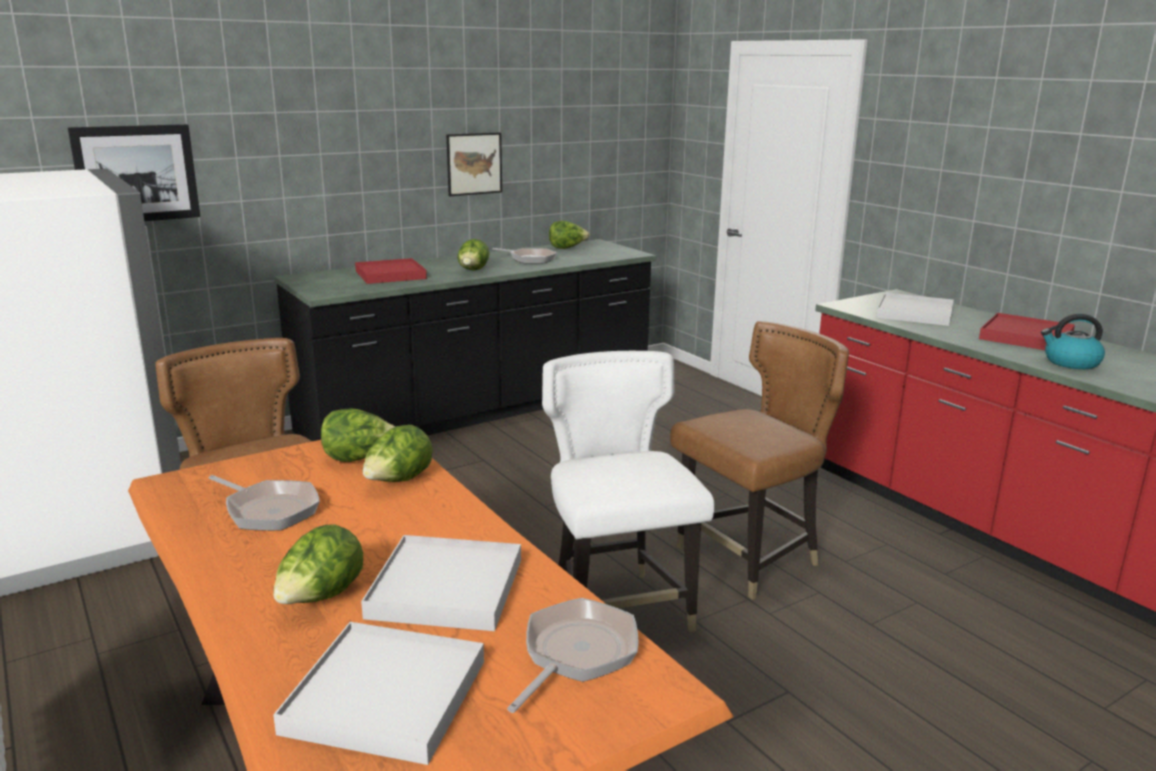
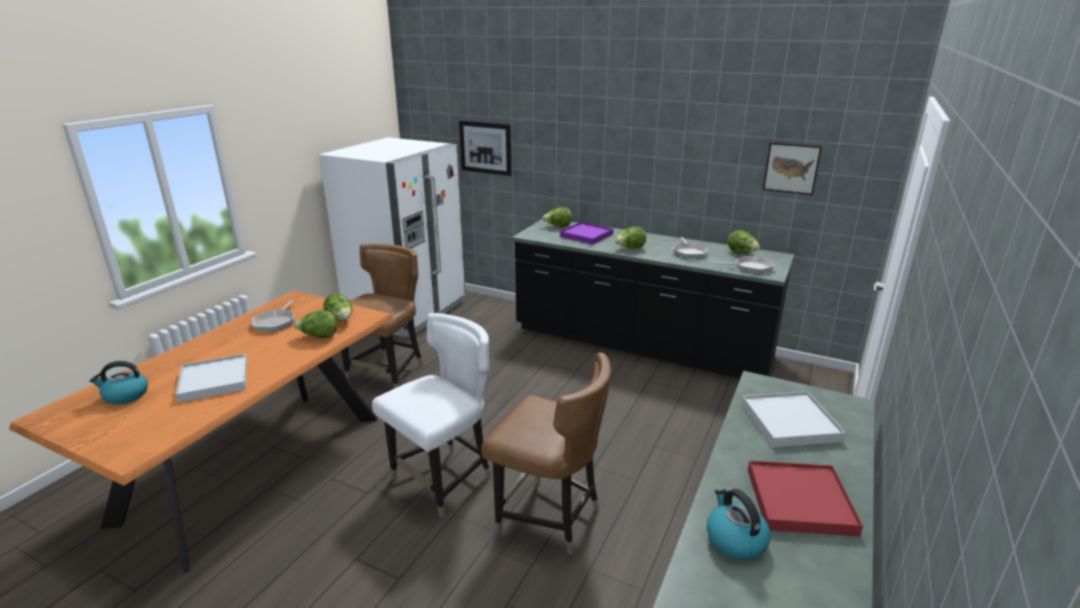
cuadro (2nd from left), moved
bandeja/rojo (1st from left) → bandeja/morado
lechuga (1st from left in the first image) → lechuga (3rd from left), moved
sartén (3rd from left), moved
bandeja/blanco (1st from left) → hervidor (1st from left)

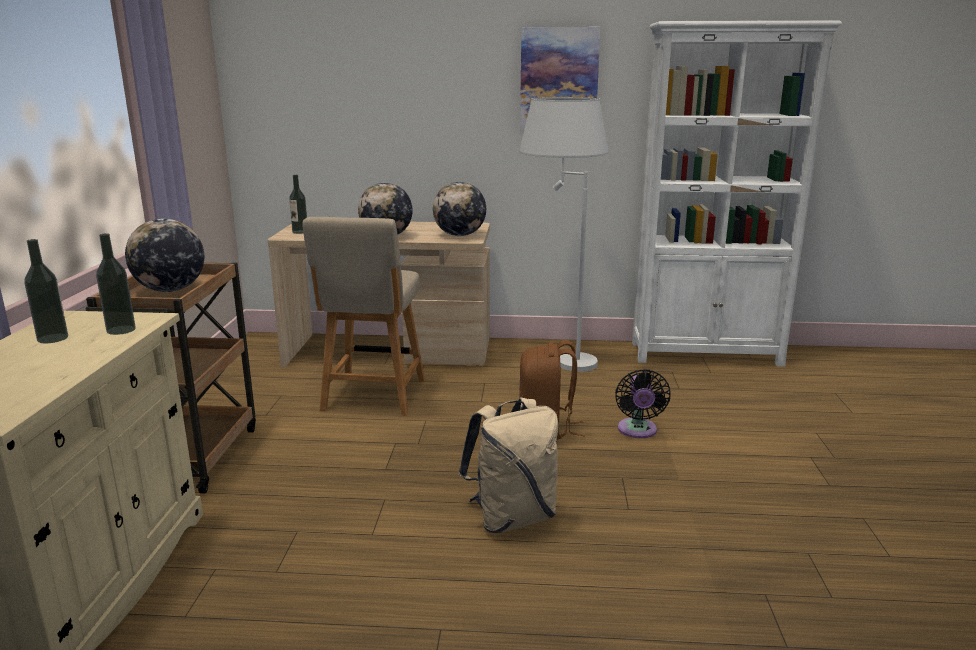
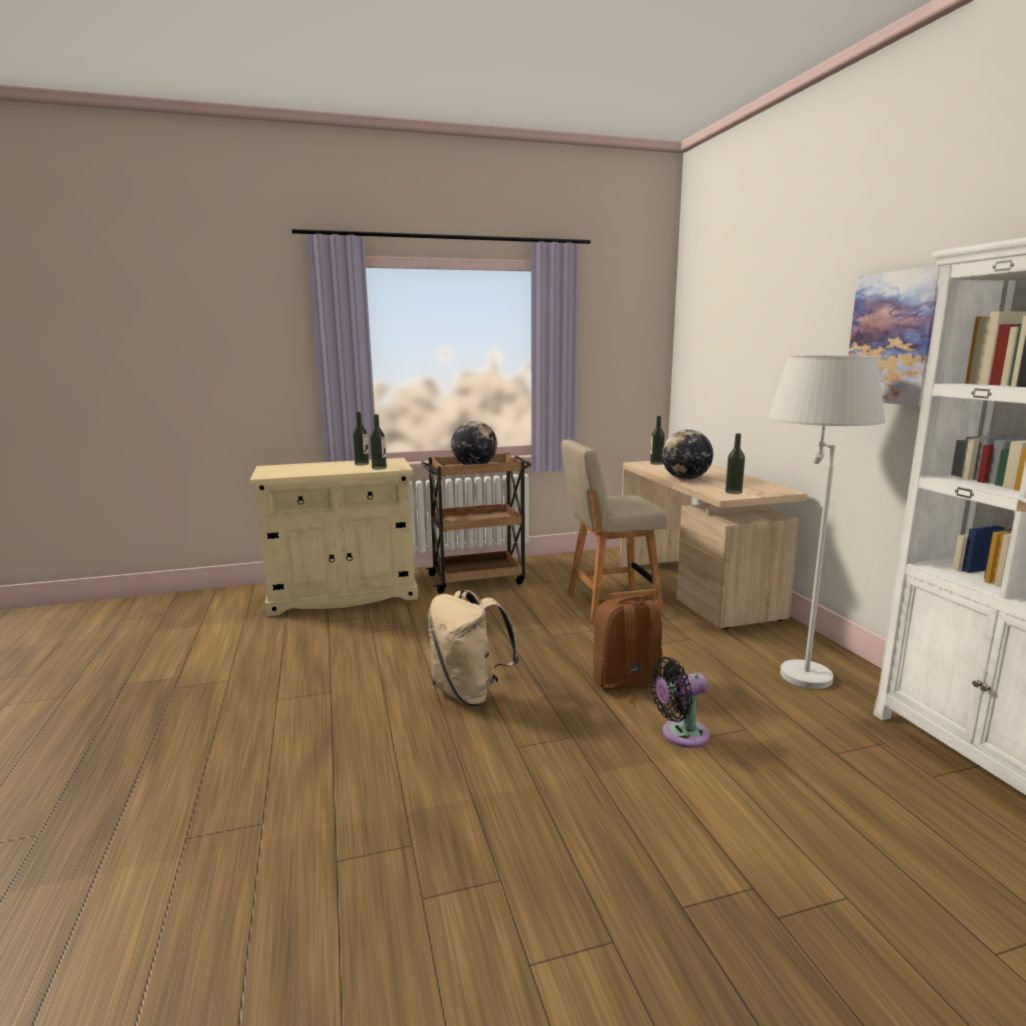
globo terráqueo (3rd from left) → botella (4th from left)

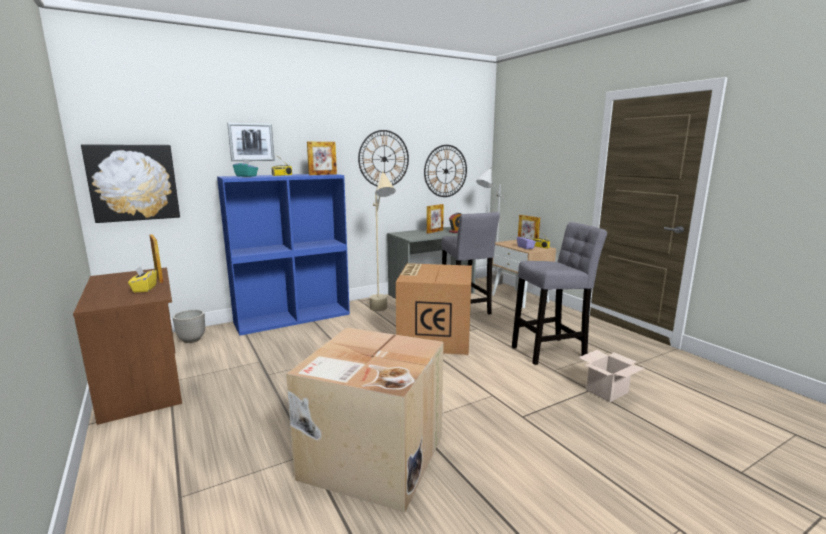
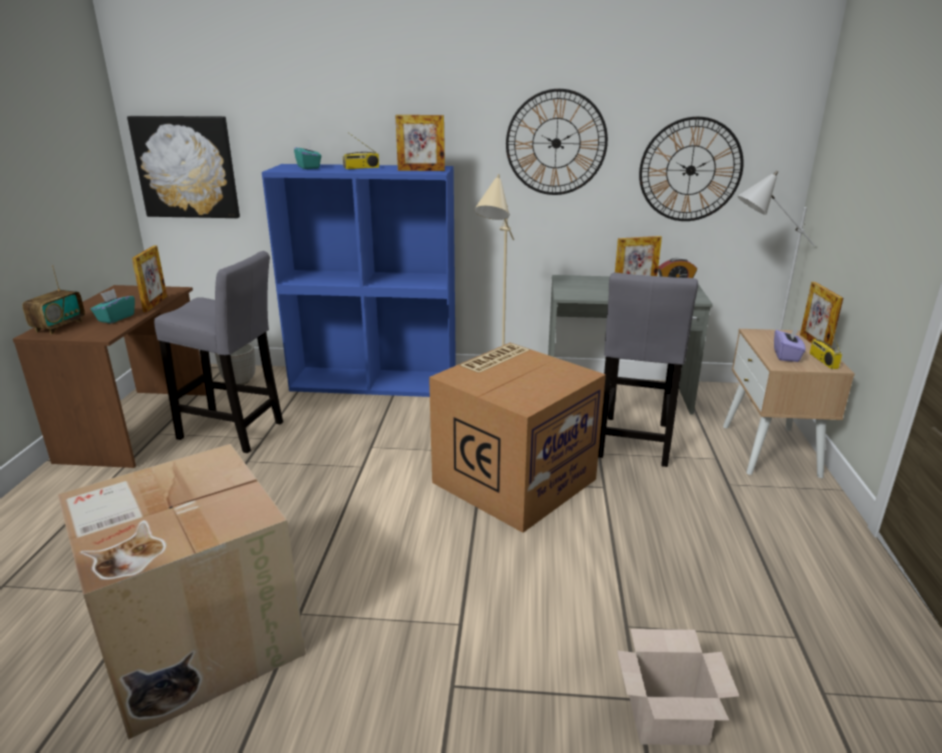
cuadro (2nd from left) → -
taburete/gris (2nd from left in the first image) → taburete/gris (1st from left), moved
caja de pañuelos/amarillo → caja de pañuelos/turquesa (1st from left)
- → radio (1st from left)

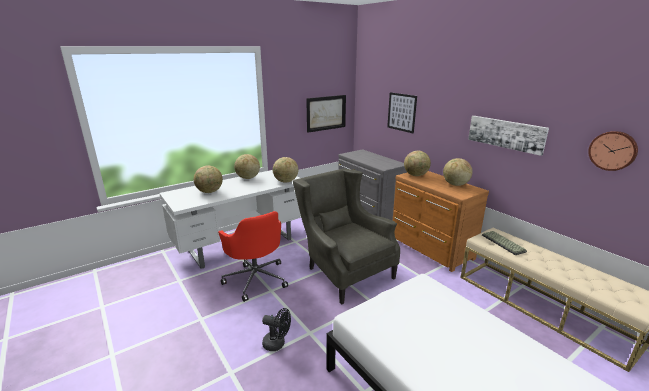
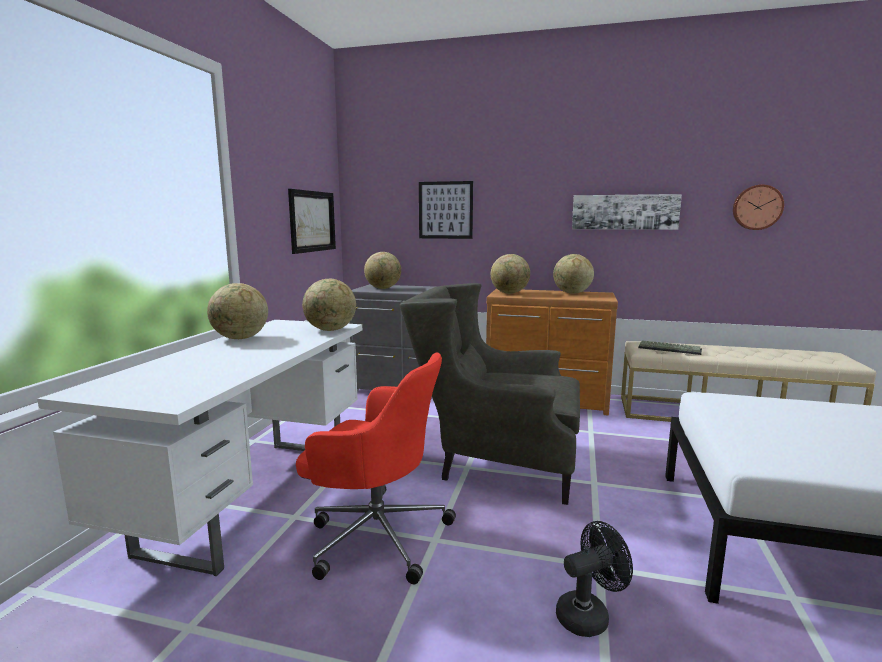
globo terráqueo (1st from left in the first image) → globo terráqueo (3rd from left), moved

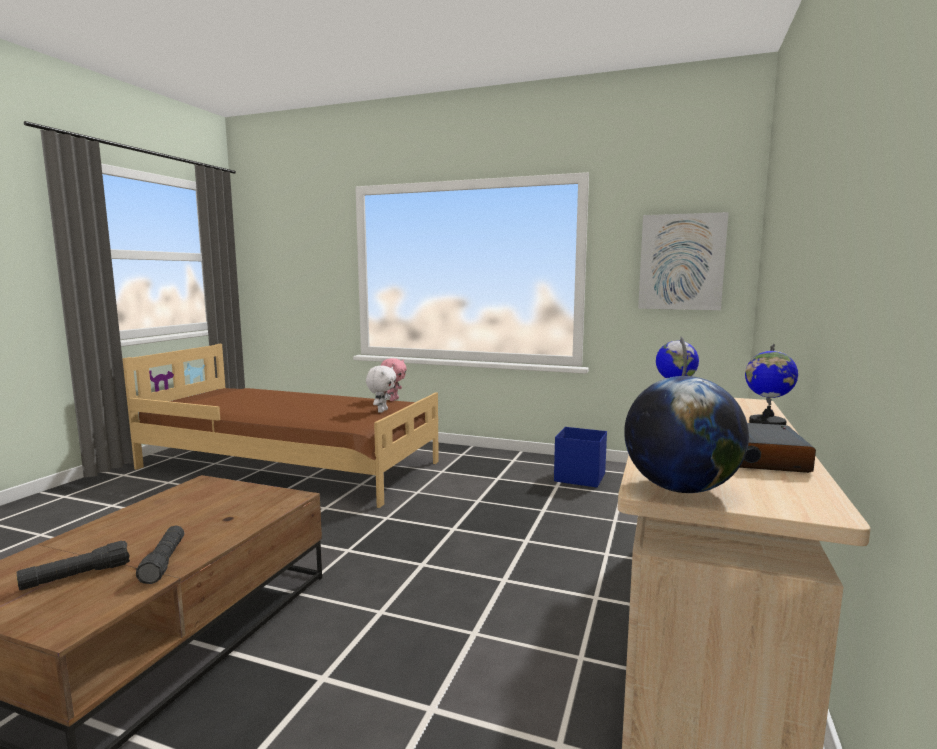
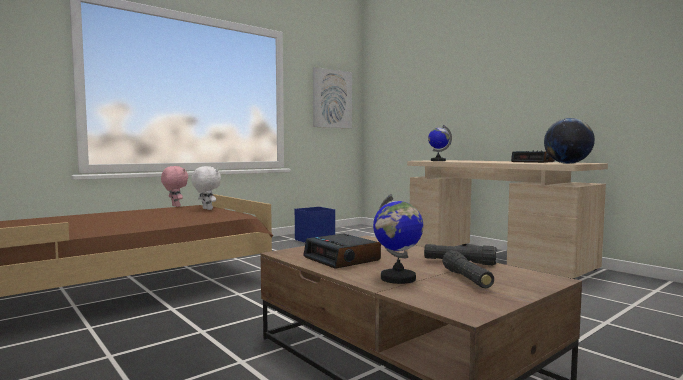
globo terráqueo (3rd from left in the first image) → globo terráqueo (1st from left), moved
- → despertador (1st from left)

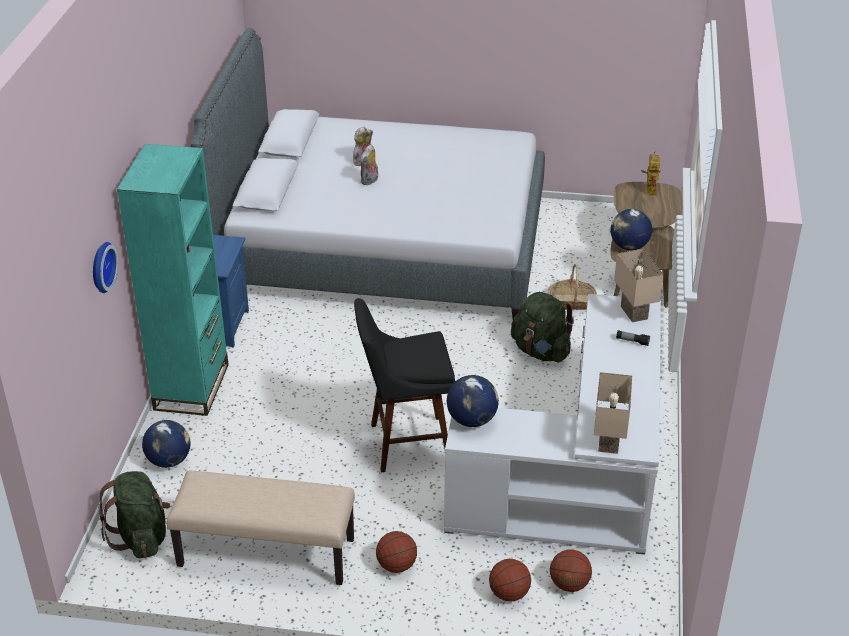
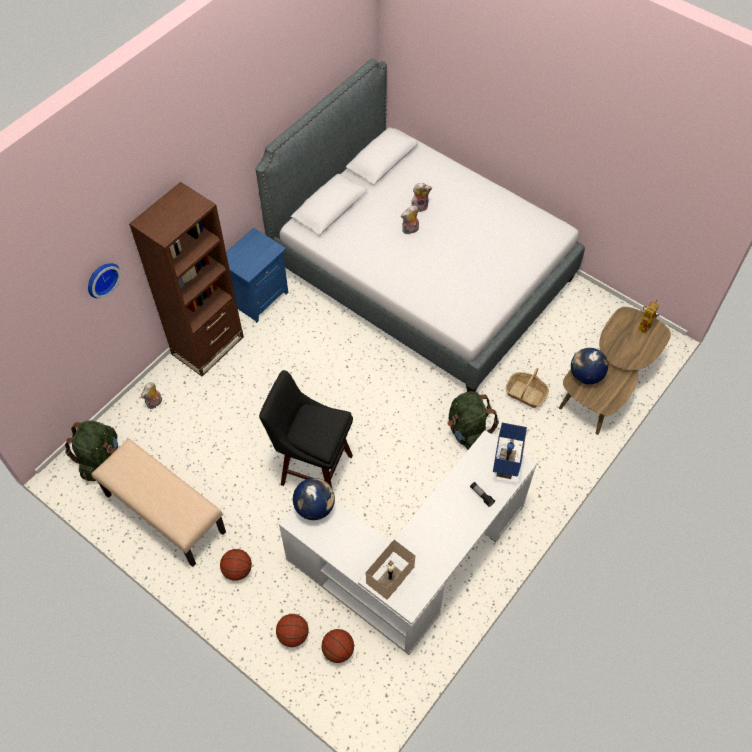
estantería/turquesa → estantería/marrón
lámpara de mesa/beis (2nd from left) → lámpara de mesa/azul
globo terráqueo (1st from left) → peluche (1st from left)

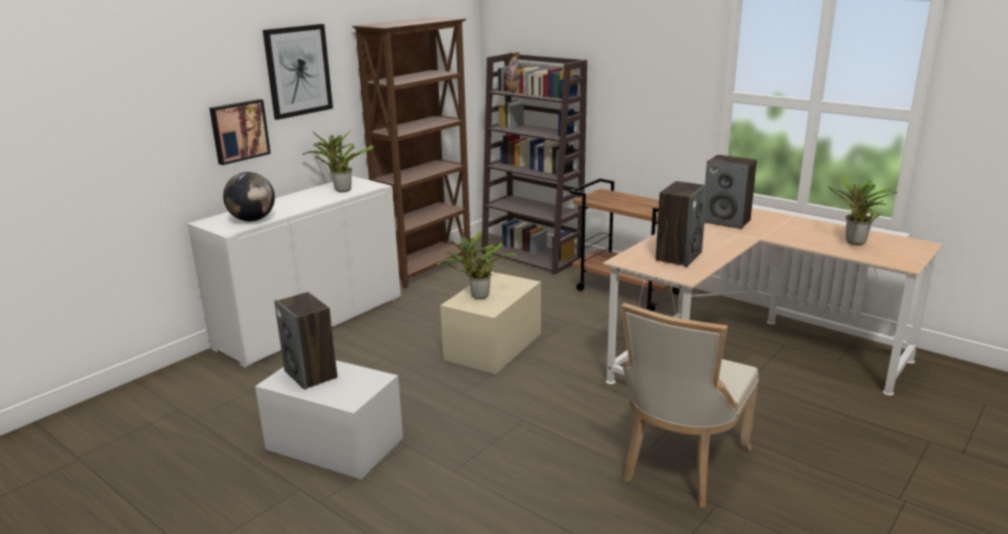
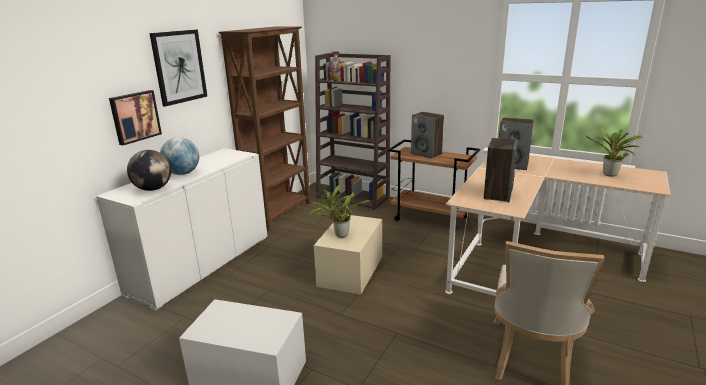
planta en maceta (1st from left) → -
altavoz (1st from left), moved
- → globo terráqueo (2nd from left)

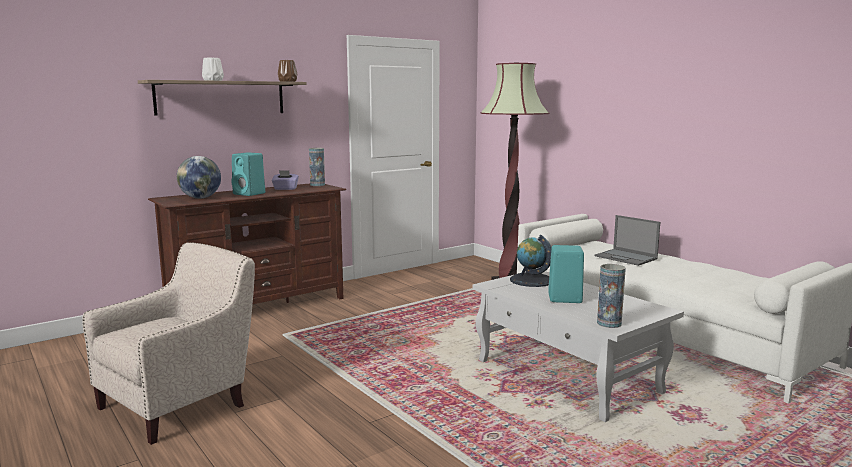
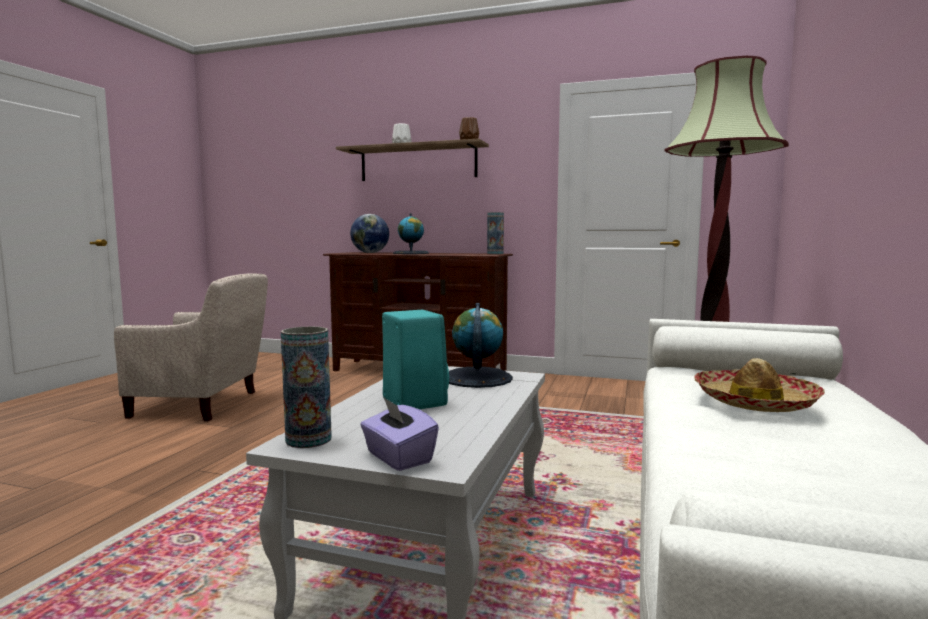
altavoz/turquesa (1st from left) → globo terráqueo (2nd from left)
caja de pañuelos/morado, moved
portátil → sombrero

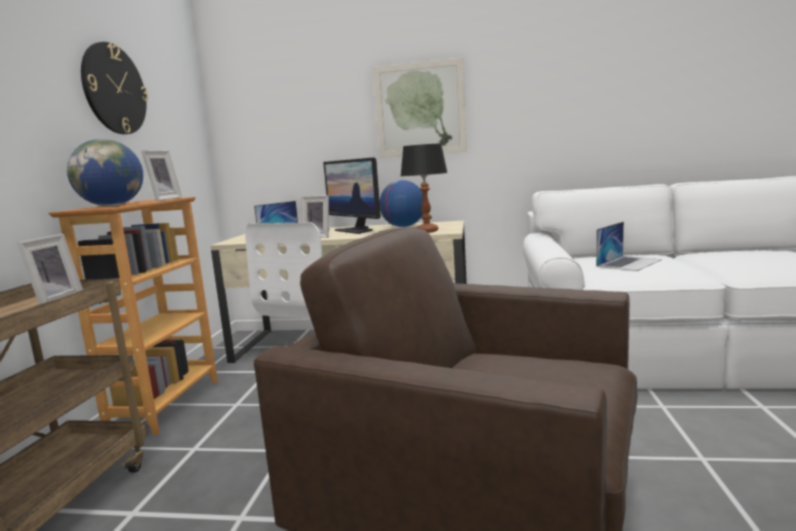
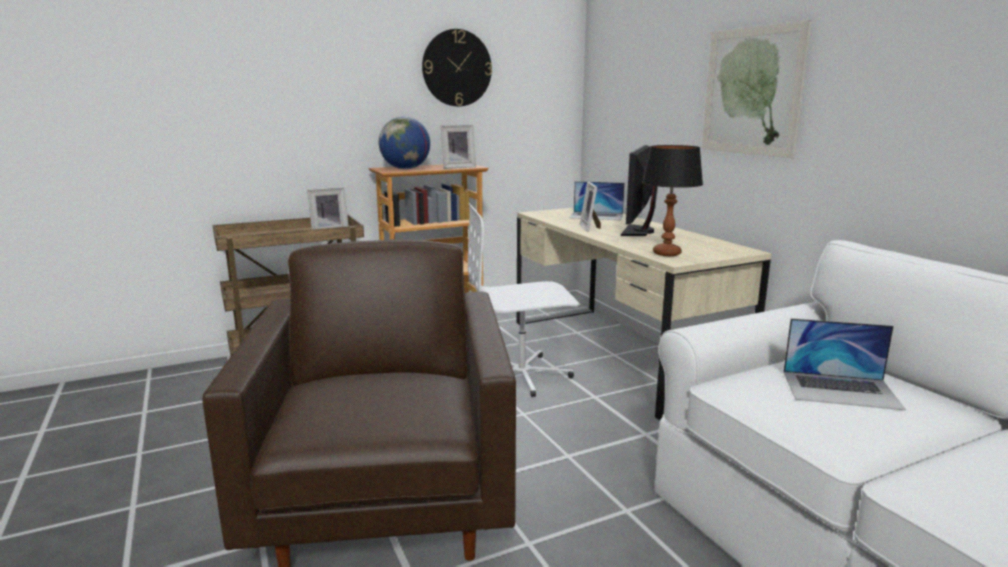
globo terráqueo (2nd from left) → -

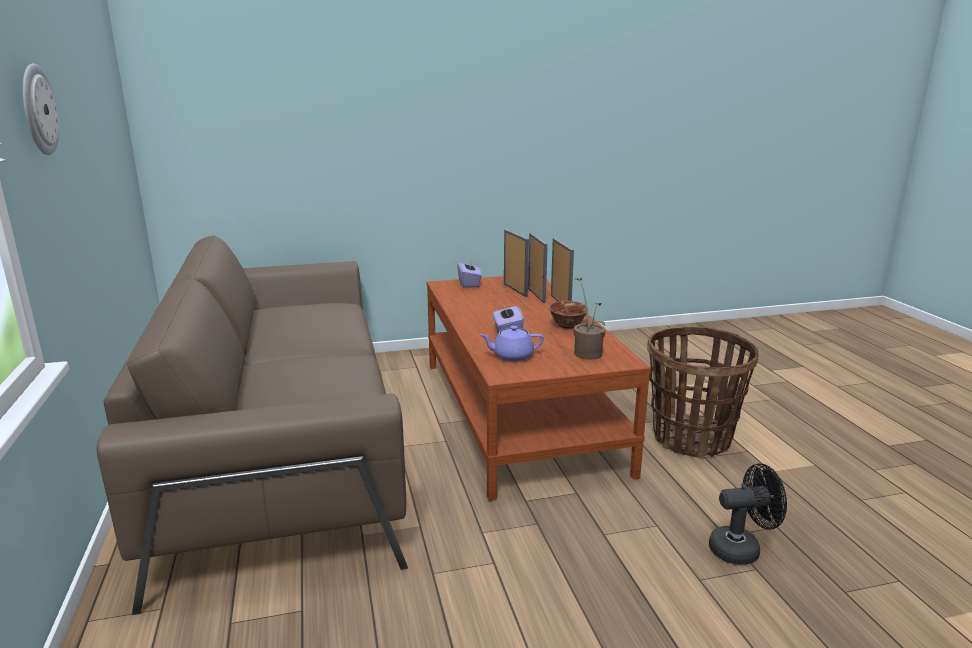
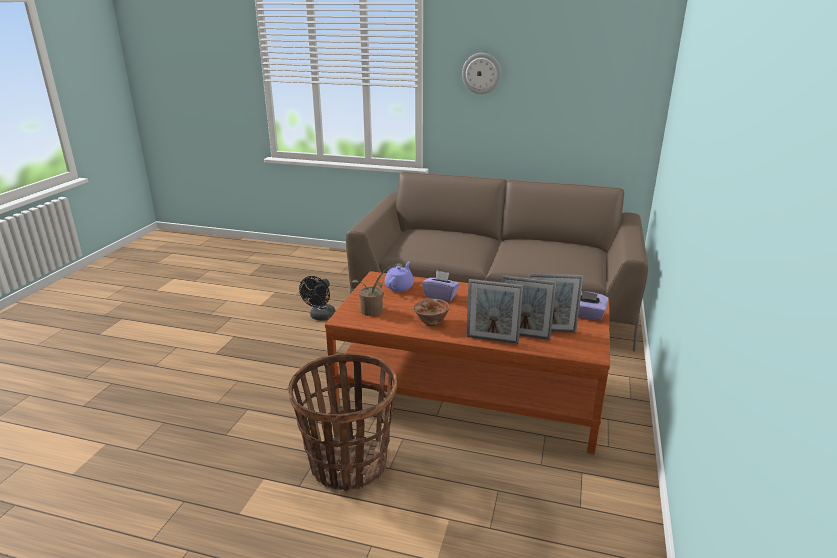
ventilador/negro, moved

